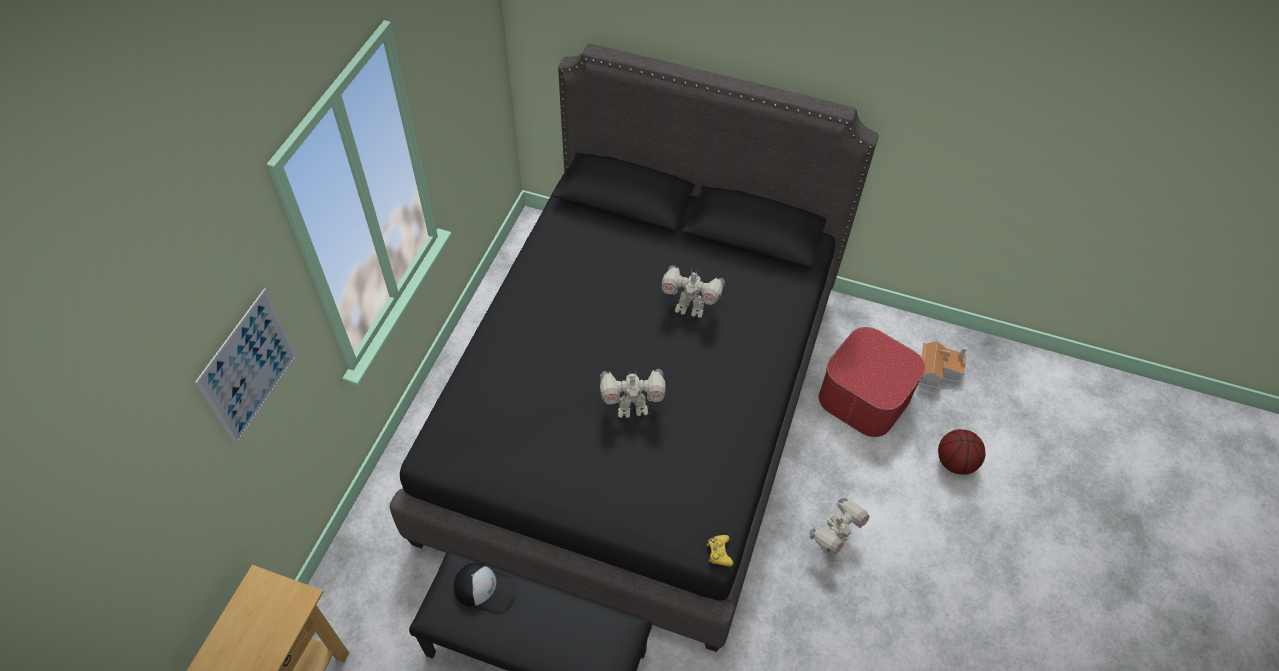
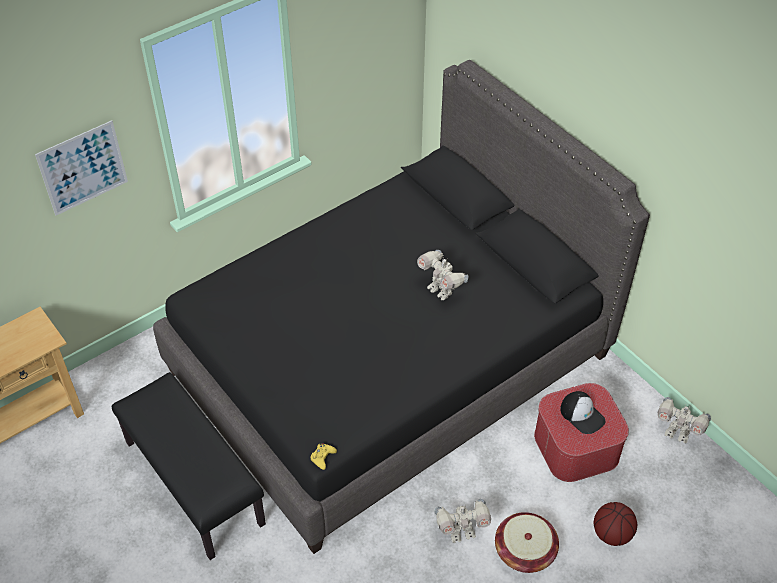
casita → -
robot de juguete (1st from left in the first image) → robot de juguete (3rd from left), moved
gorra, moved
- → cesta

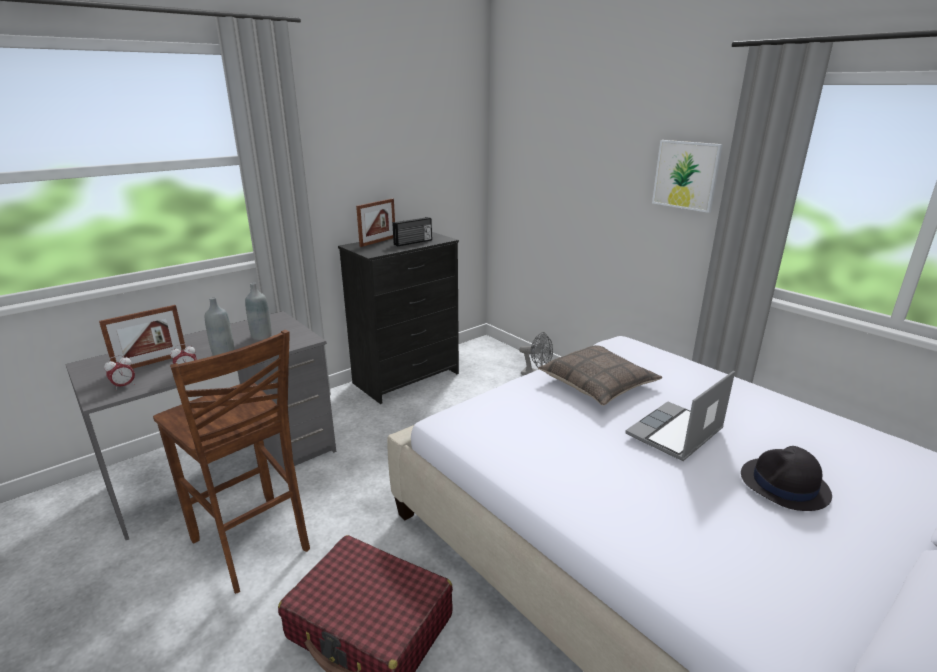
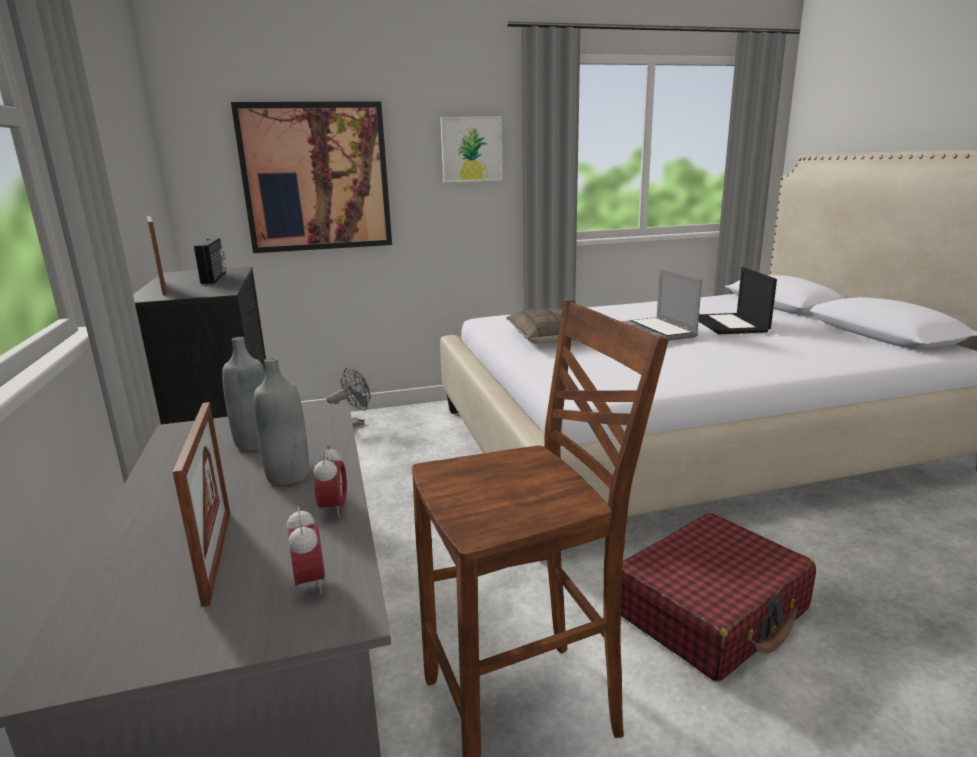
sombrero/negro → portátil (2nd from left)
- → cuadro (1st from left)

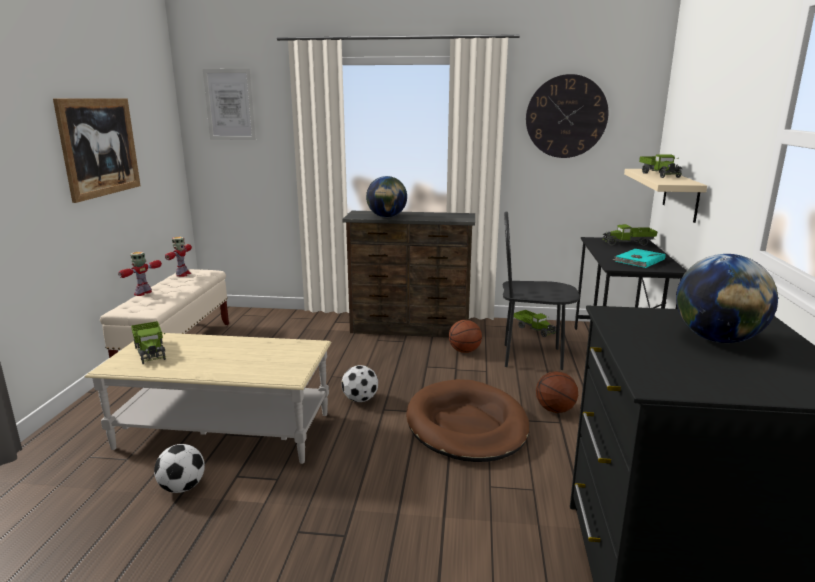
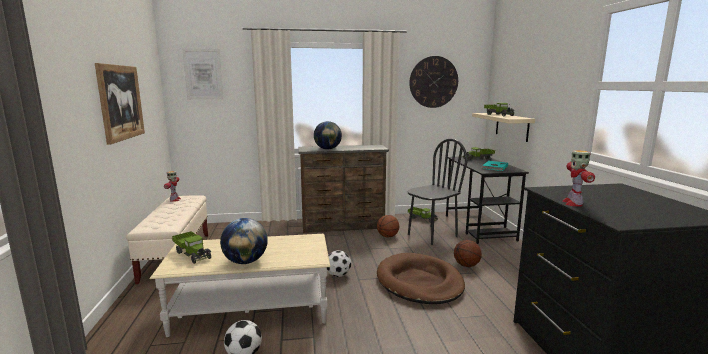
silla/negro, 150 degrees clockwise
robot de juguete (1st from left in the first image) → robot de juguete (2nd from left), moved
globo terráqueo (2nd from left in the first image) → globo terráqueo (1st from left), moved

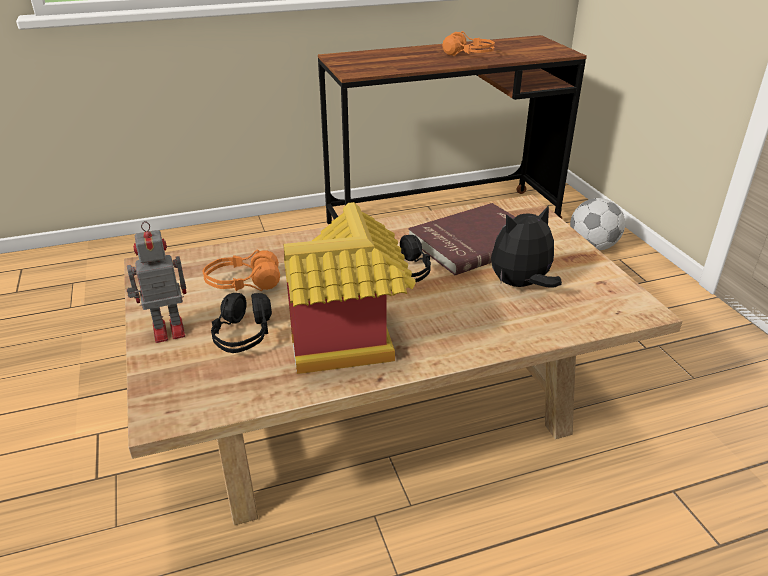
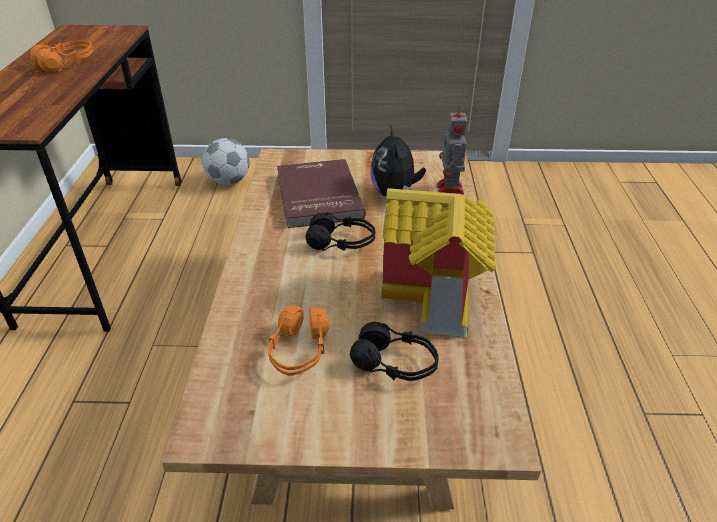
robot de juguete, moved

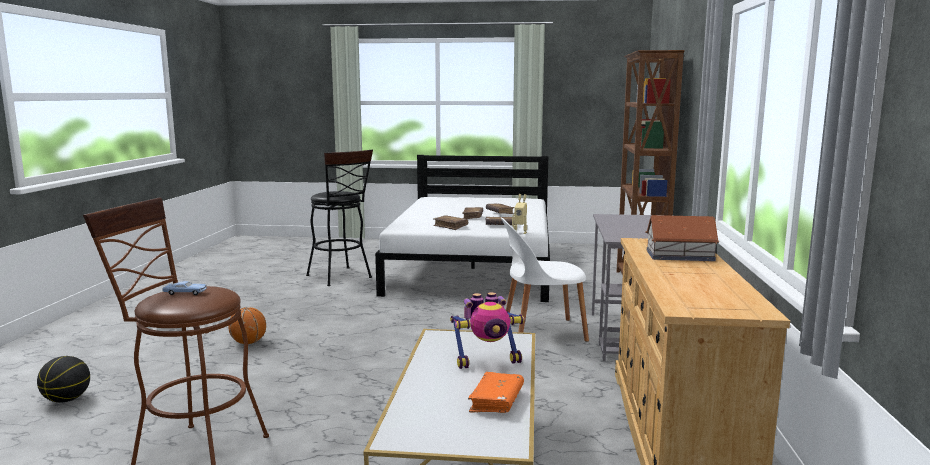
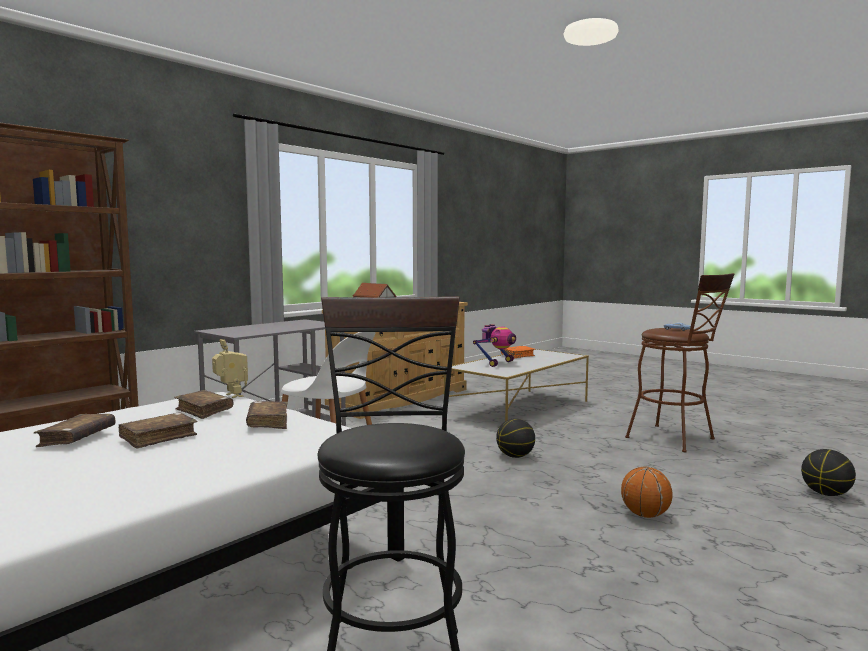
robot de juguete (1st from left in the first image) → robot de juguete (2nd from left), 105 degrees clockwise
- → balón de baloncesto (1st from left)

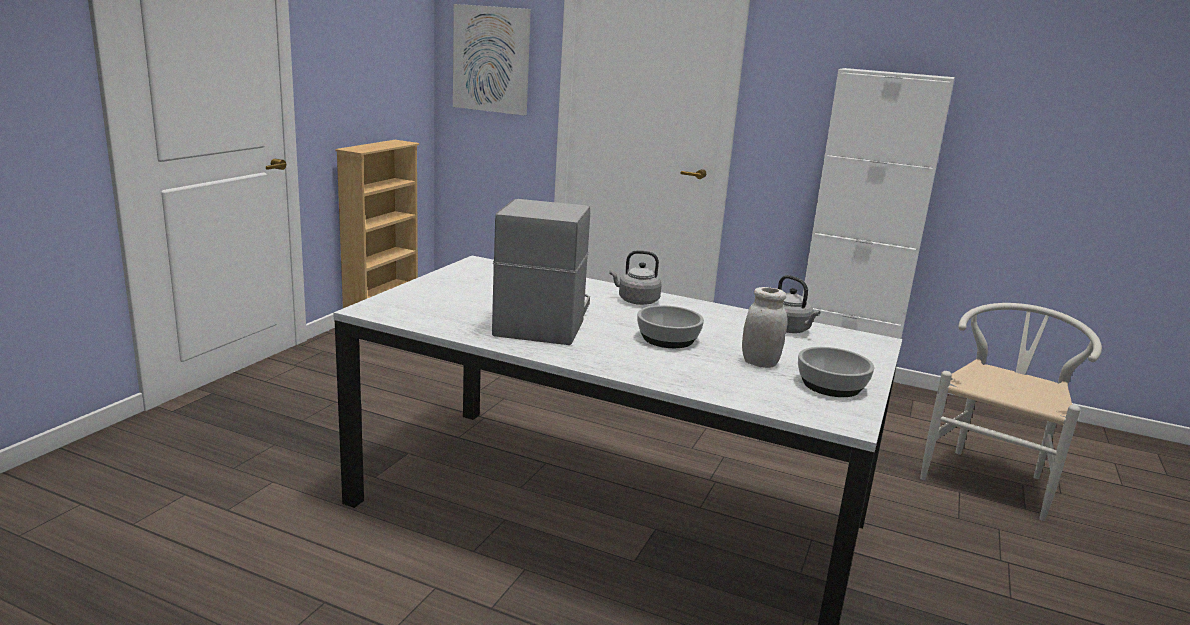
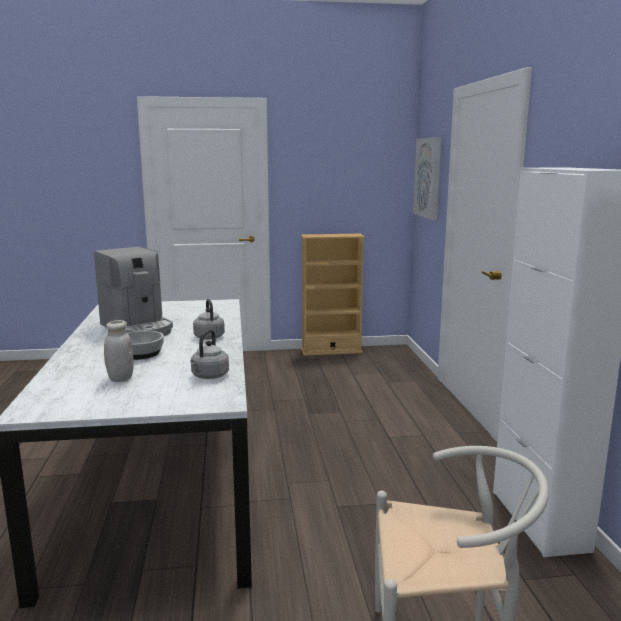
cafetera, 75 degrees clockwise
cuenco (2nd from left) → -

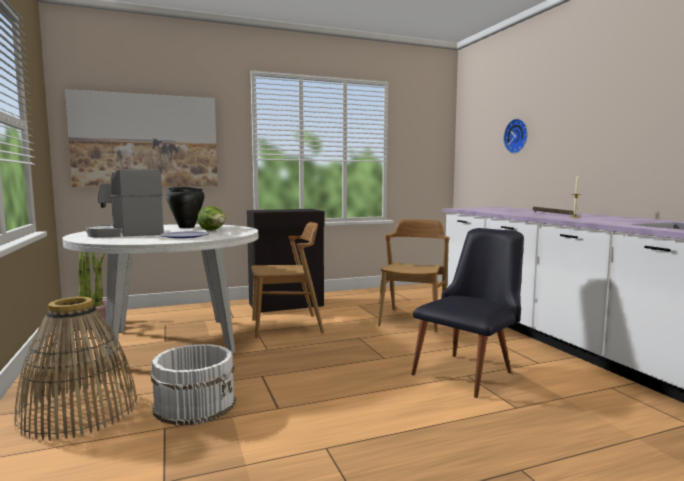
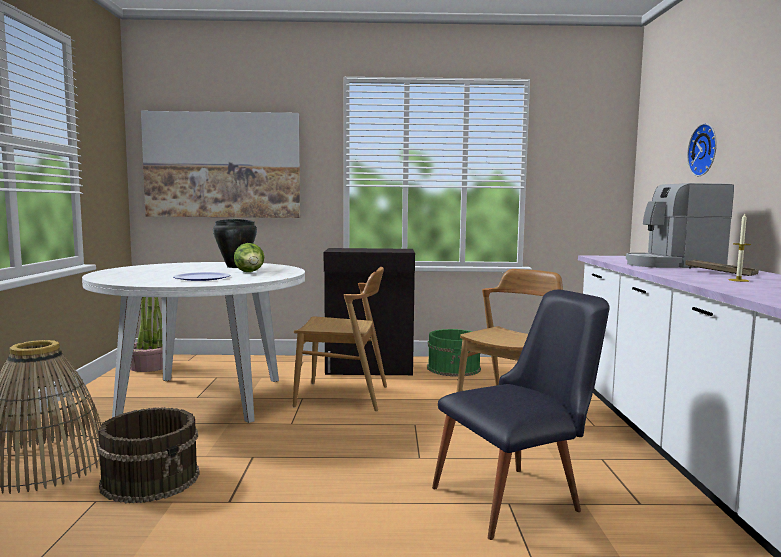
cafetera, moved
cubo/blanco → cubo/marrón
- → cubo/verde

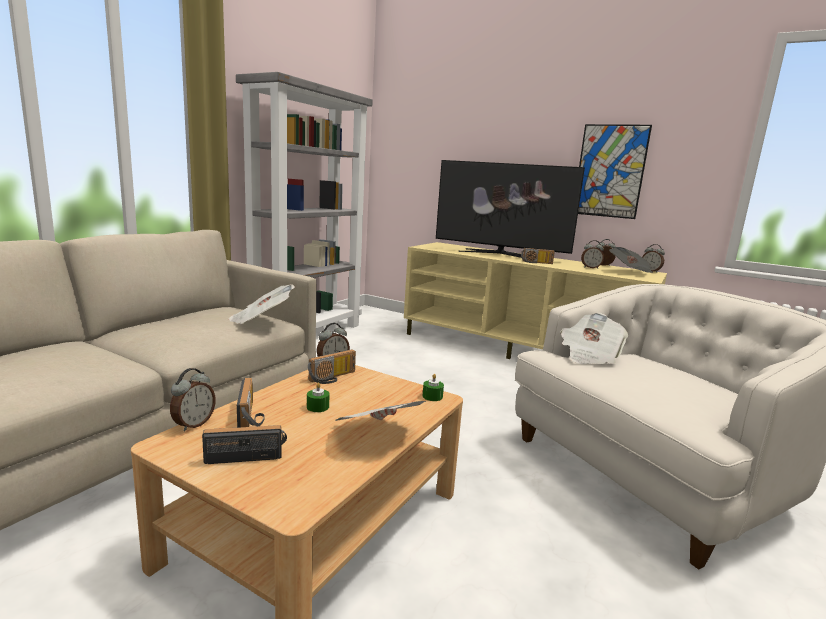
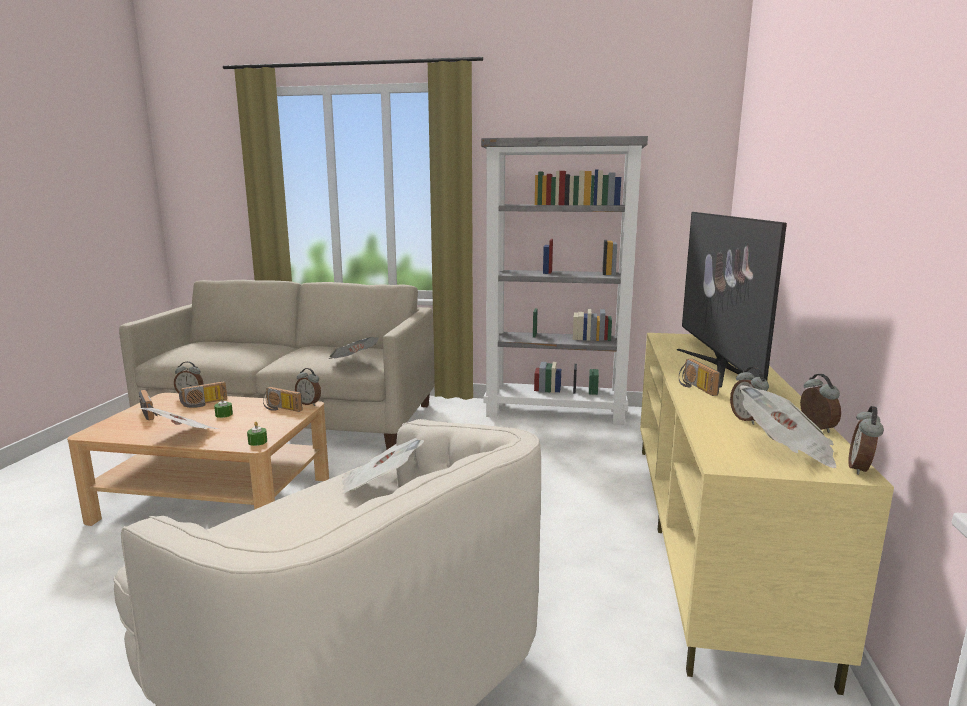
cuadro → -

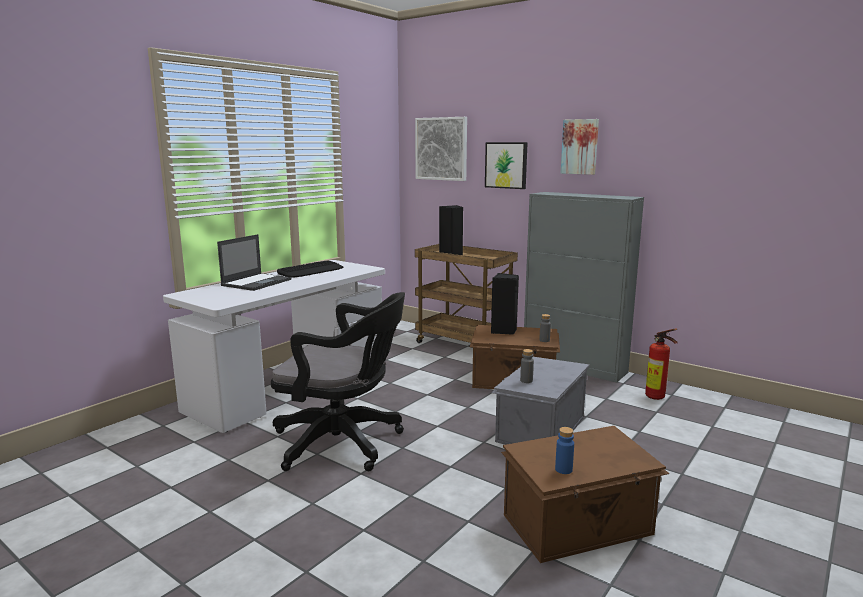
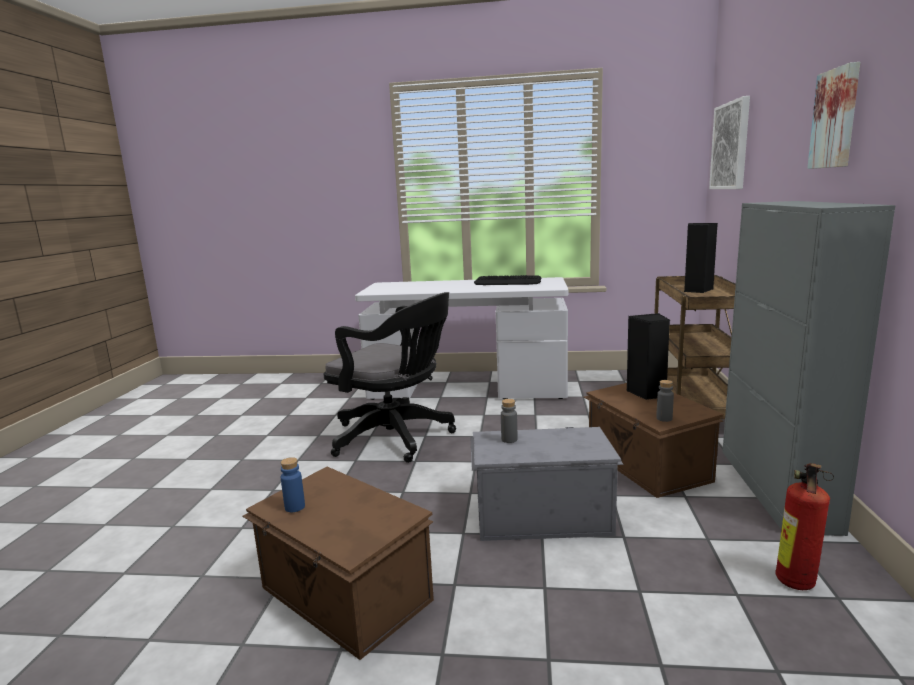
cuadro (2nd from left) → -
portátil → -
silla de oficina/negro, 45 degrees counterclockwise

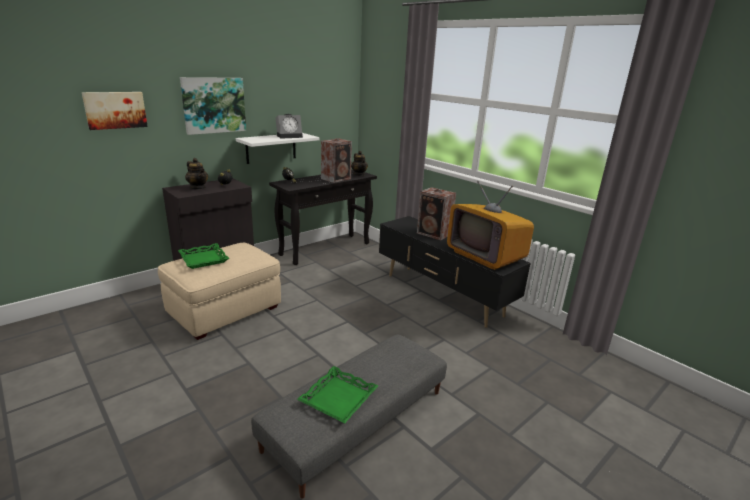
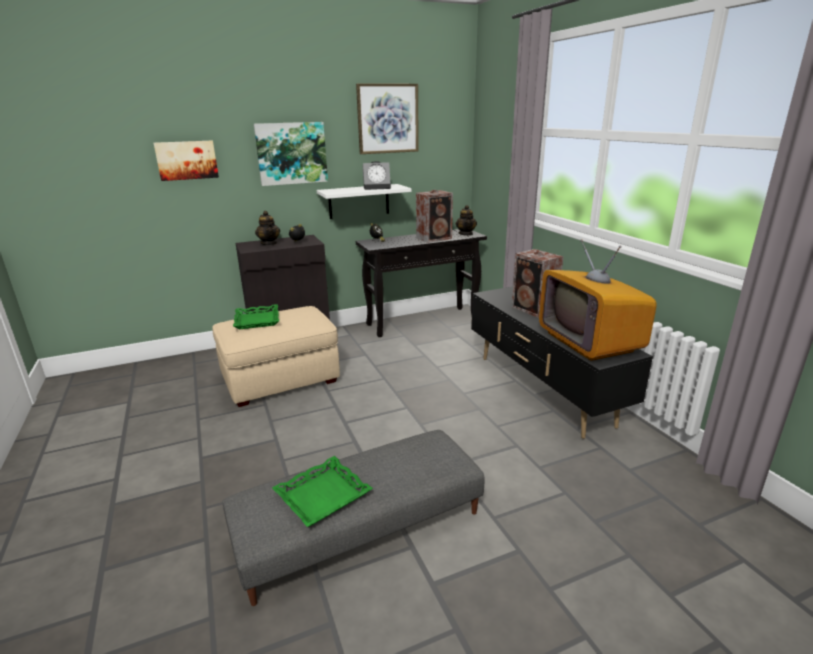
- → cuadro (3rd from left)

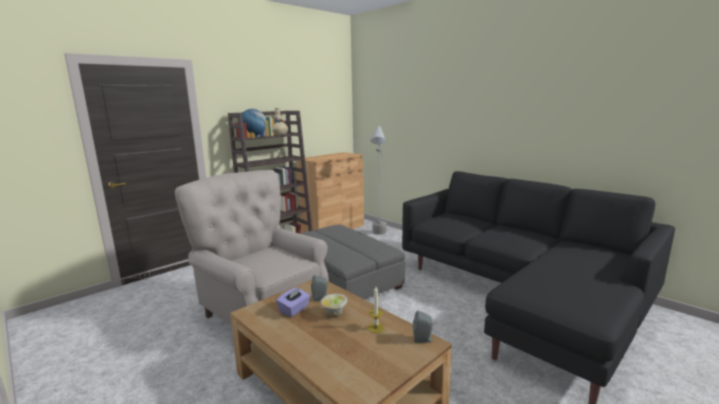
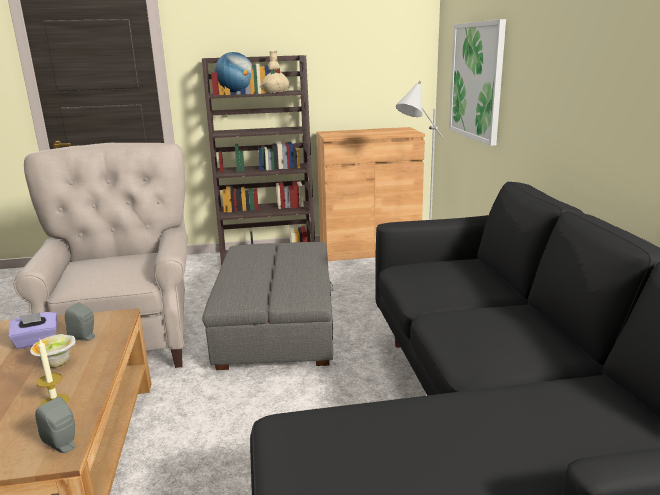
- → cuadro

